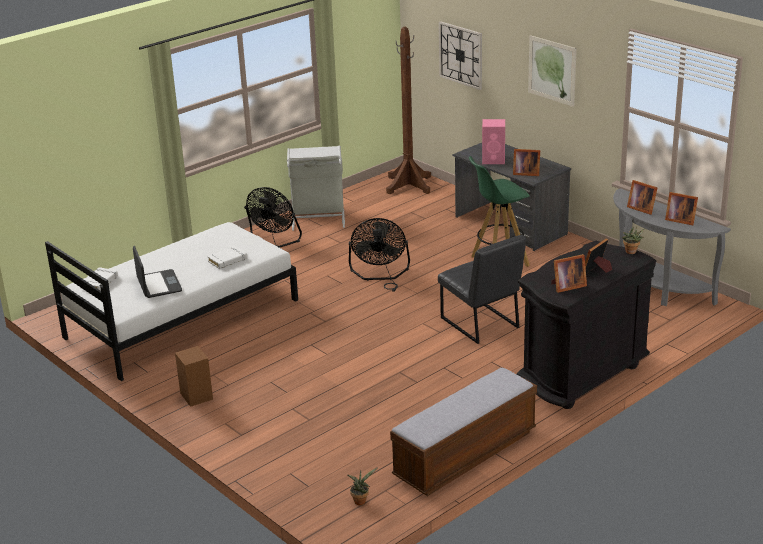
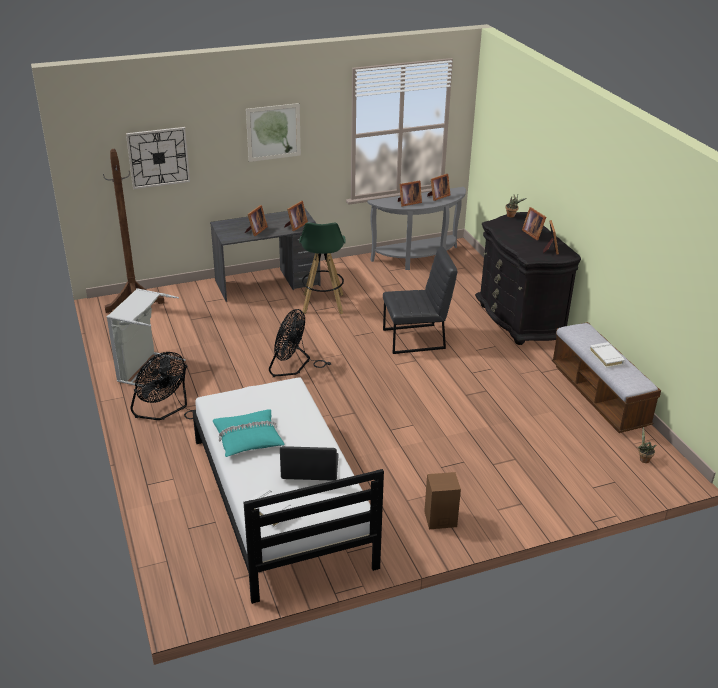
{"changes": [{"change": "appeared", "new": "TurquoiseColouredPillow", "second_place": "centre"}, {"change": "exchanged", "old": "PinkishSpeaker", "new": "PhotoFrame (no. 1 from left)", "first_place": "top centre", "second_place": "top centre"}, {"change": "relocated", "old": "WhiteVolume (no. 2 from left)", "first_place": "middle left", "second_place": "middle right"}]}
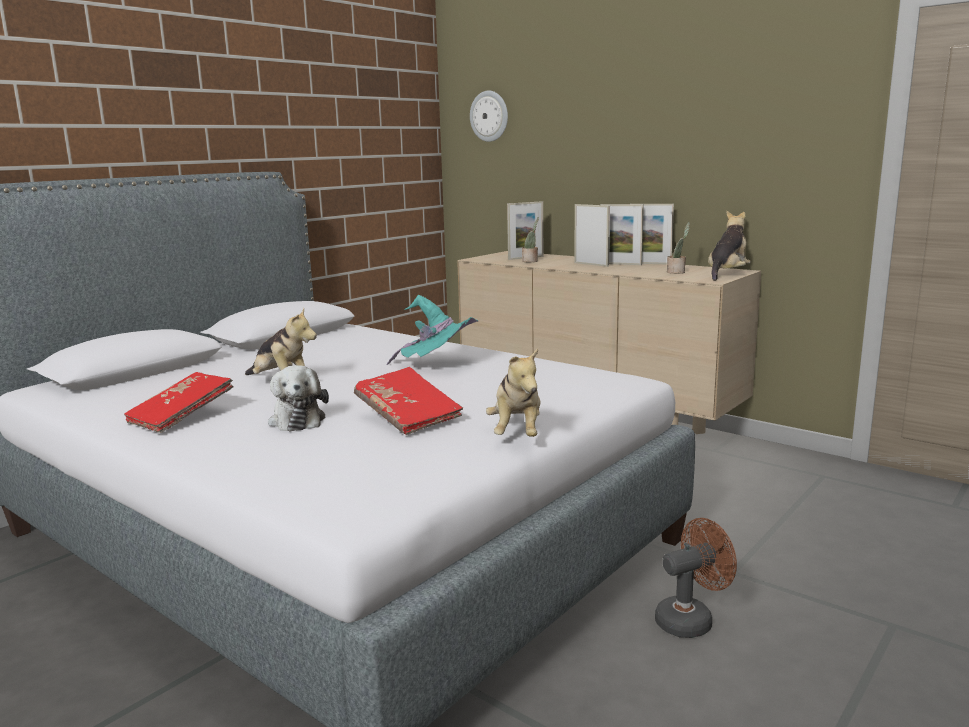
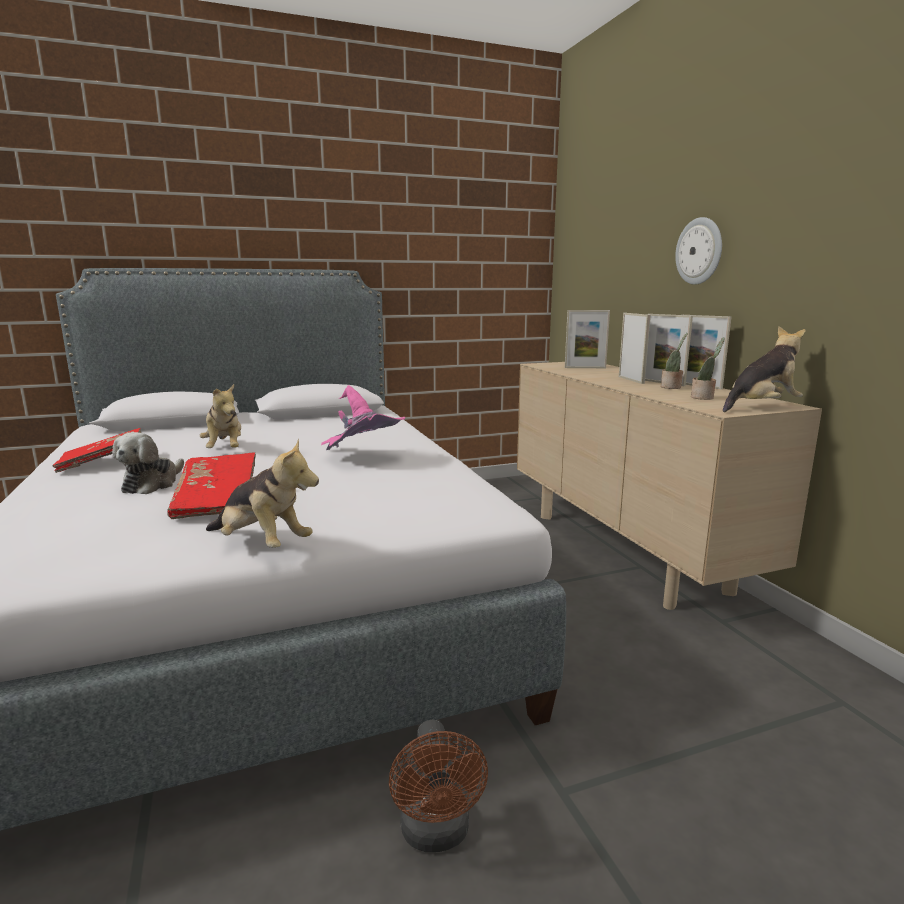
{"changes": [{"change": "spun", "old": "PlushToy (no. 3 from left)", "first_place": "centre", "second_place": "middle left", "degrees": -90}, {"change": "colour", "old": "TurquoiseColouredWearableHat", "new": "PinkishWearableHat", "first_place": "centre", "second_place": "centre"}, {"change": "spun", "old": "BrownishElectricFan", "first_place": "bottom right", "second_place": "bottom centre", "degrees": 75}, {"change": "relocated", "old": "PottedPlant (no. 1 from left)", "first_place": "top centre", "second_place": "middle right"}, {"change": "relocated", "old": "ClockOnTheWall", "first_place": "top centre", "second_place": "top right"}]}
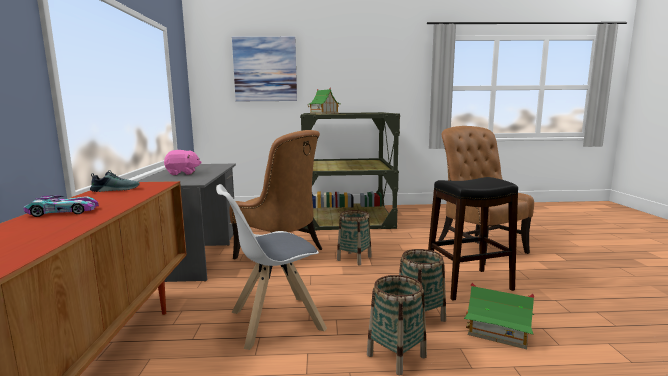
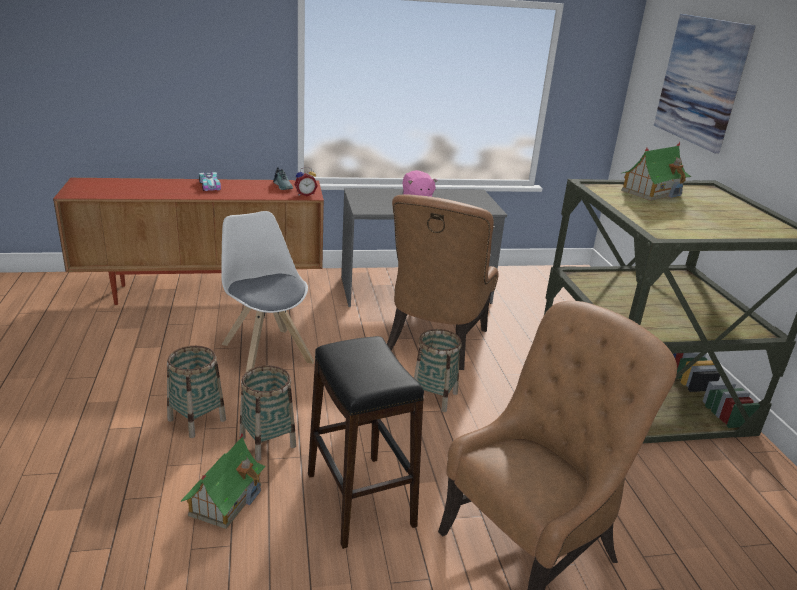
{"changes": [{"change": "appeared", "new": "BedsideClock", "second_place": "top centre"}]}
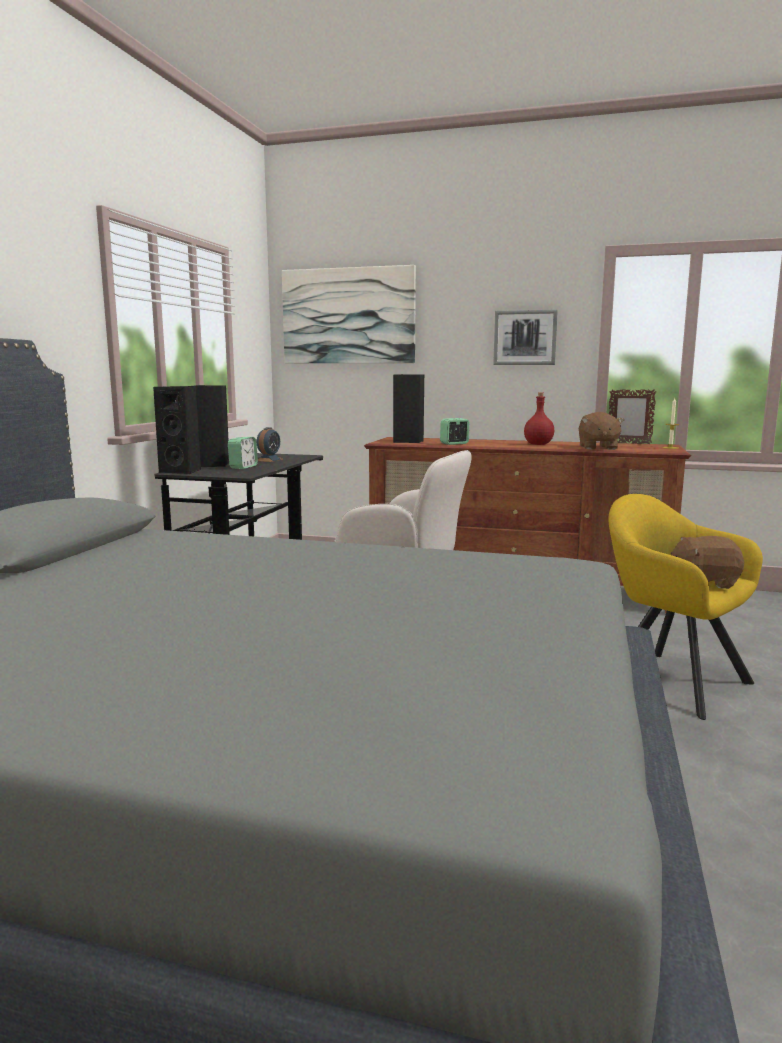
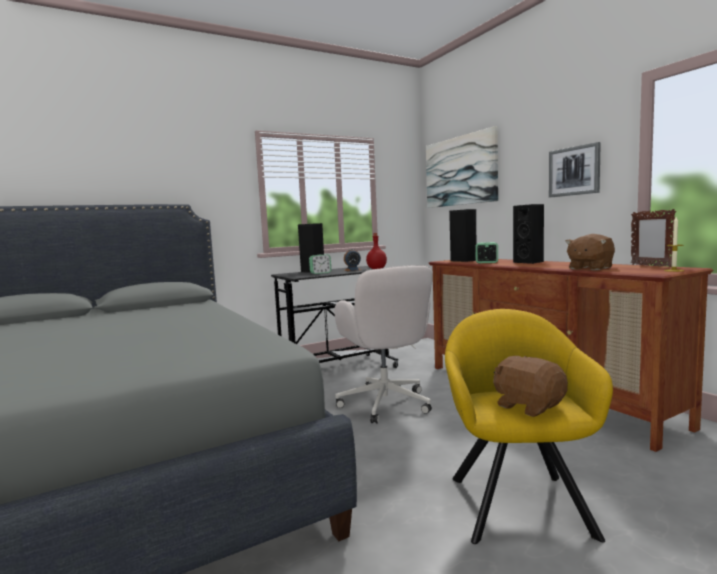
{"changes": [{"change": "relocated", "old": "ReddishBeverageBottle", "first_place": "middle right", "second_place": "centre"}, {"change": "relocated", "old": "BlackColouredSpeaker (no. 1 from left in the first image)", "new": "BlackColouredSpeaker (no. 3 from left)", "first_place": "middle left", "second_place": "middle right"}]}
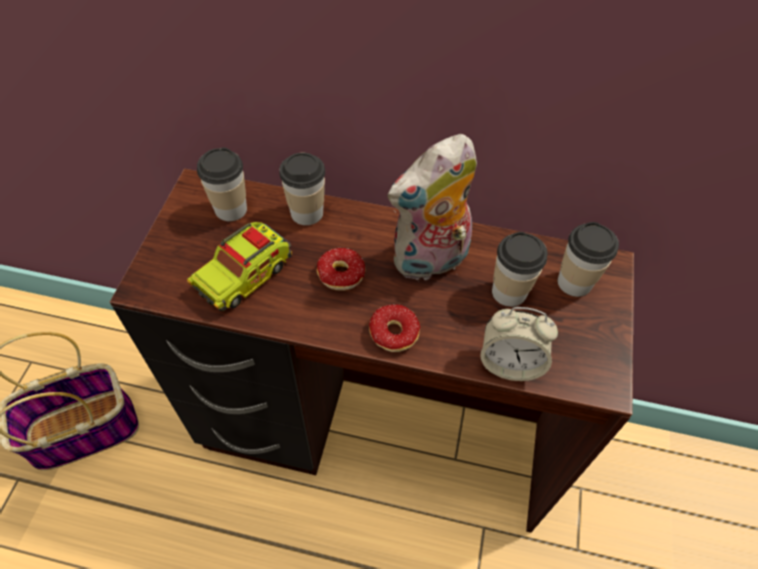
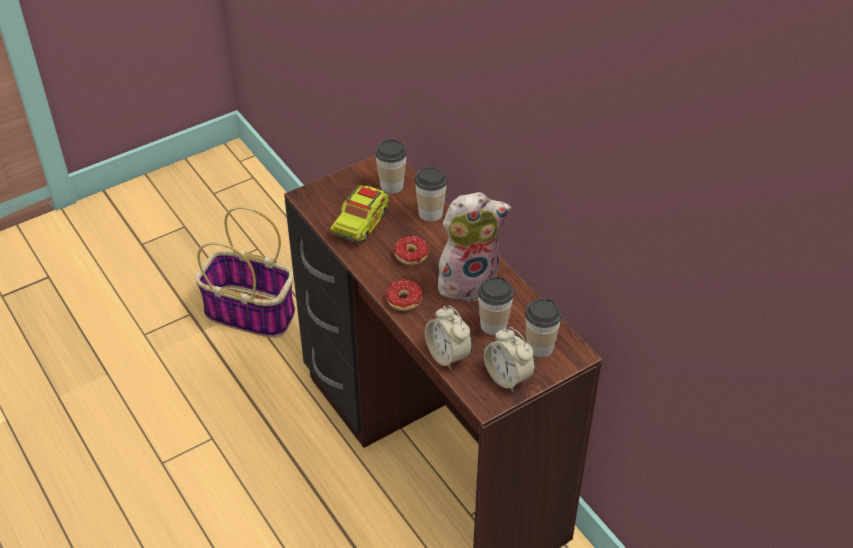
{"changes": [{"change": "spun", "old": "ToyTruck", "first_place": "middle left", "second_place": "centre", "degrees": -60}, {"change": "spun", "old": "PlushToy", "first_place": "centre", "second_place": "centre", "degrees": 150}, {"change": "appeared", "new": "BedsideClock (no. 2 from left)", "second_place": "centre"}]}
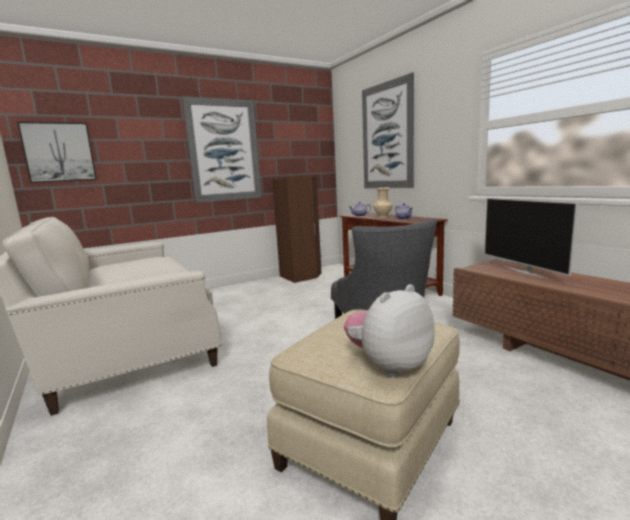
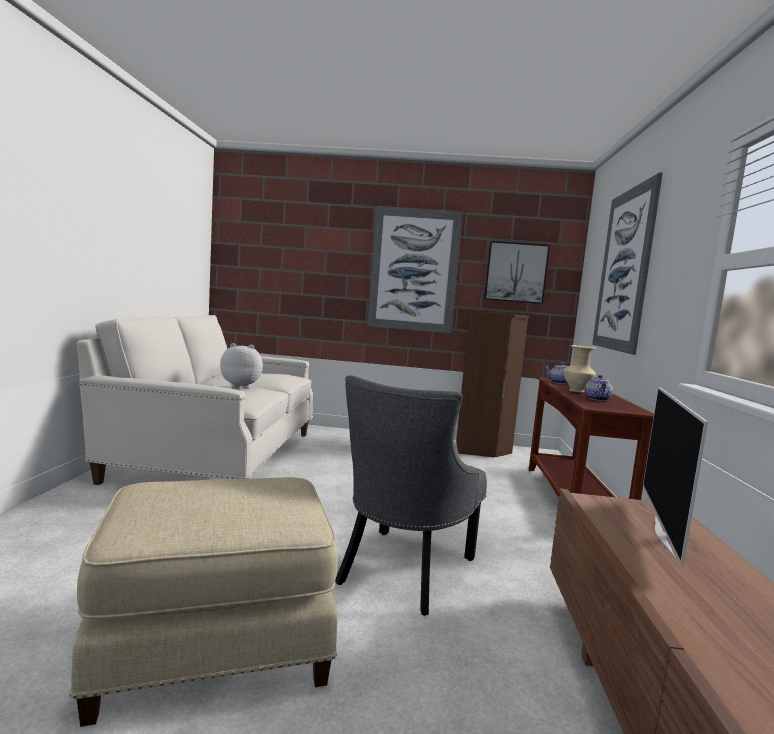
{"changes": [{"change": "relocated", "old": "PlushToy", "first_place": "centre", "second_place": "middle left"}, {"change": "relocated", "old": "Picture (no. 1 from left in the first image)", "new": "Picture (no. 2 from left)", "first_place": "top left", "second_place": "middle right"}]}
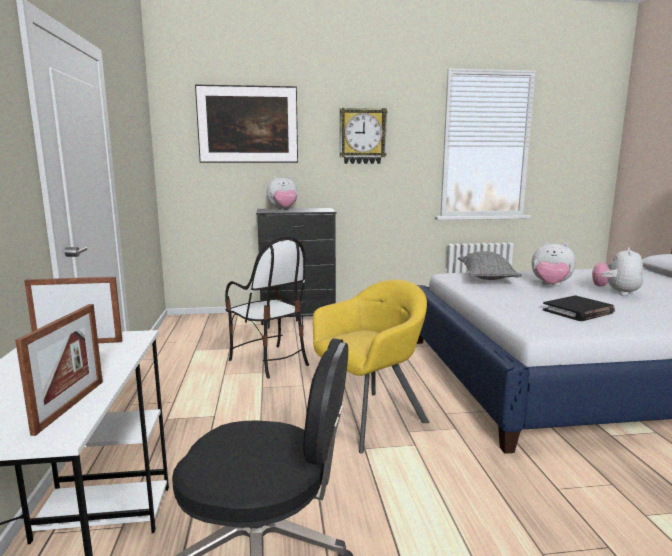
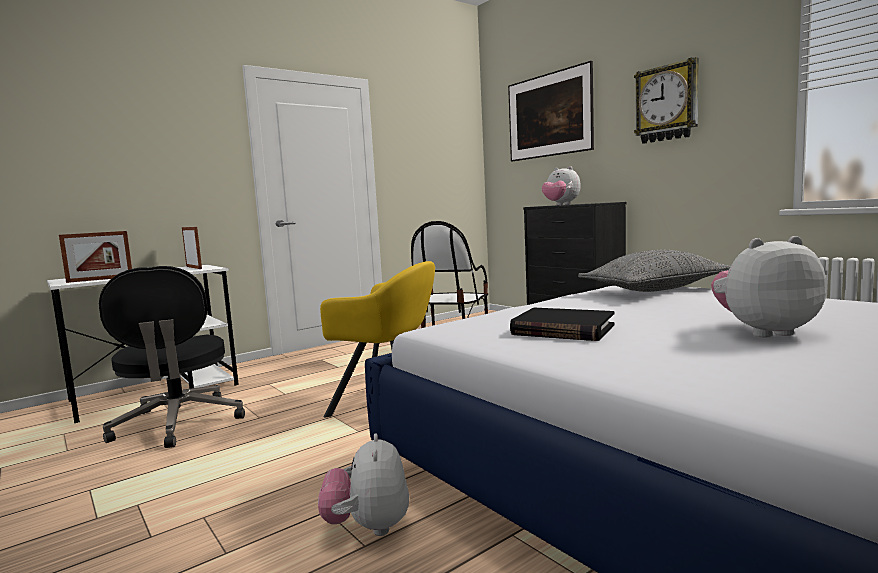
{"changes": [{"change": "relocated", "old": "PlushToy (no. 2 from left in the first image)", "new": "PlushToy (no. 1 from left)", "first_place": "middle right", "second_place": "bottom centre"}]}
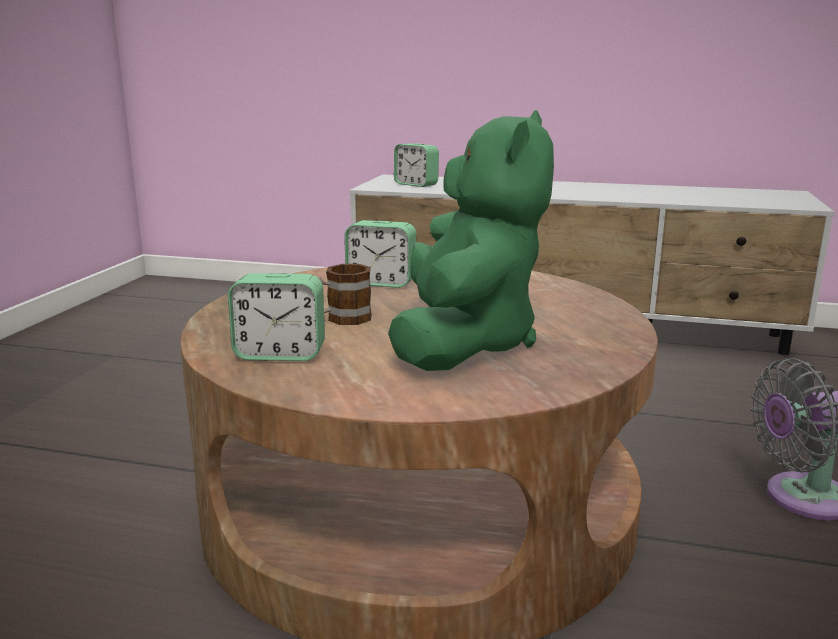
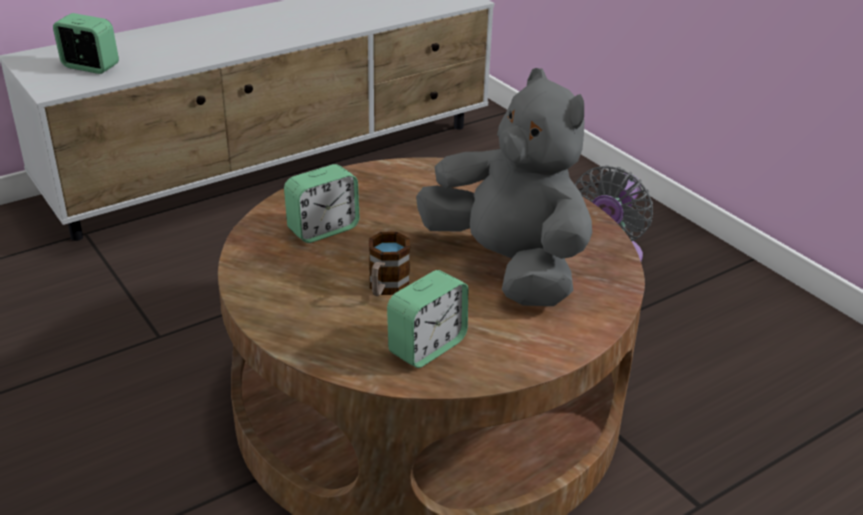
{"changes": [{"change": "spun", "old": "BedsideClock (no. 3 from left in the first image)", "first_place": "top centre", "second_place": "top left", "degrees": -150}, {"change": "colour", "old": "GreenPlushToy", "new": "GreyPlushToy", "first_place": "centre", "second_place": "centre"}]}
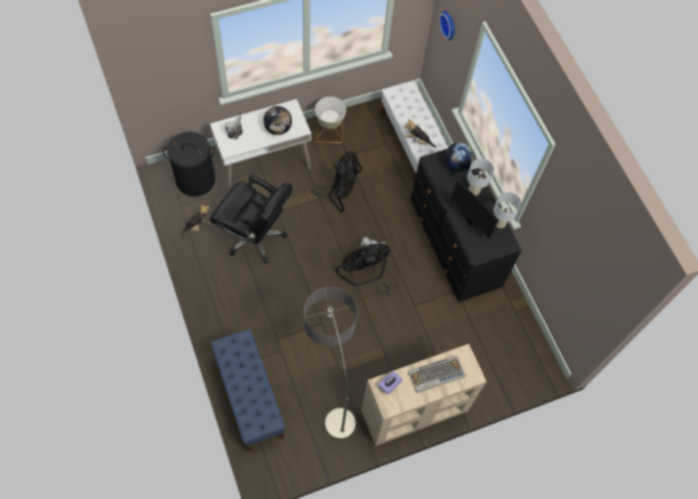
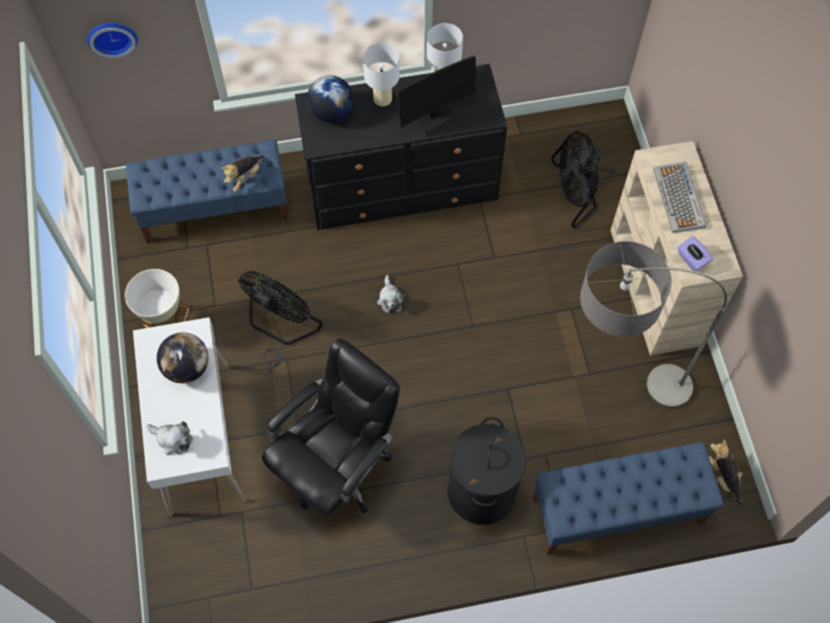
{"changes": [{"change": "colour", "old": "WhiteLongSeat", "new": "BluishLongSeat (no. 1 from left)", "first_place": "top centre", "second_place": "top left"}, {"change": "relocated", "old": "BlackColouredLaundryBasket", "first_place": "top left", "second_place": "bottom centre"}, {"change": "relocated", "old": "BlackColouredElectricFan (no. 2 from left)", "first_place": "centre", "second_place": "top right"}, {"change": "relocated", "old": "PlushToy (no. 1 from left in the first image)", "new": "PlushToy (no. 4 from left)", "first_place": "middle left", "second_place": "bottom right"}]}
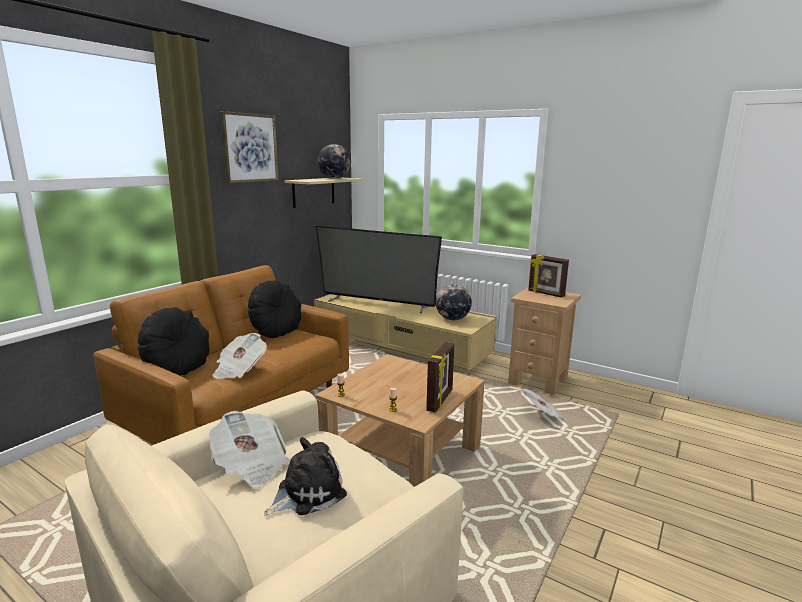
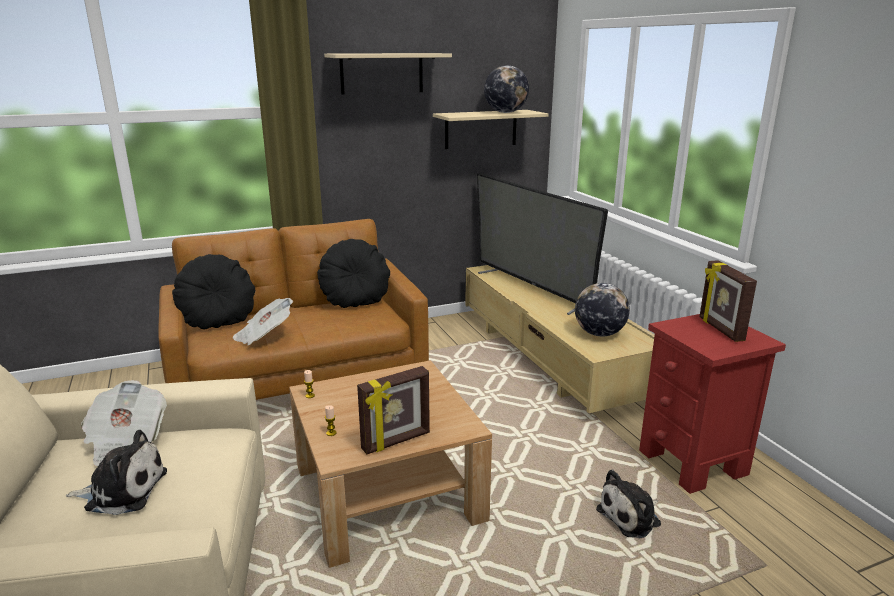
{"changes": [{"change": "exchanged", "old": "Picture", "new": "BeigeColouredBracketShelf (no. 1 from left)", "first_place": "top left", "second_place": "top centre"}, {"change": "exchanged", "old": "Newspaper (no. 3 from left)", "new": "PlushToy (no. 2 from left)", "first_place": "bottom right", "second_place": "bottom right"}, {"change": "colour", "old": "BeigeColouredNightTable", "new": "ReddishNightTable", "first_place": "middle right", "second_place": "bottom right"}]}
